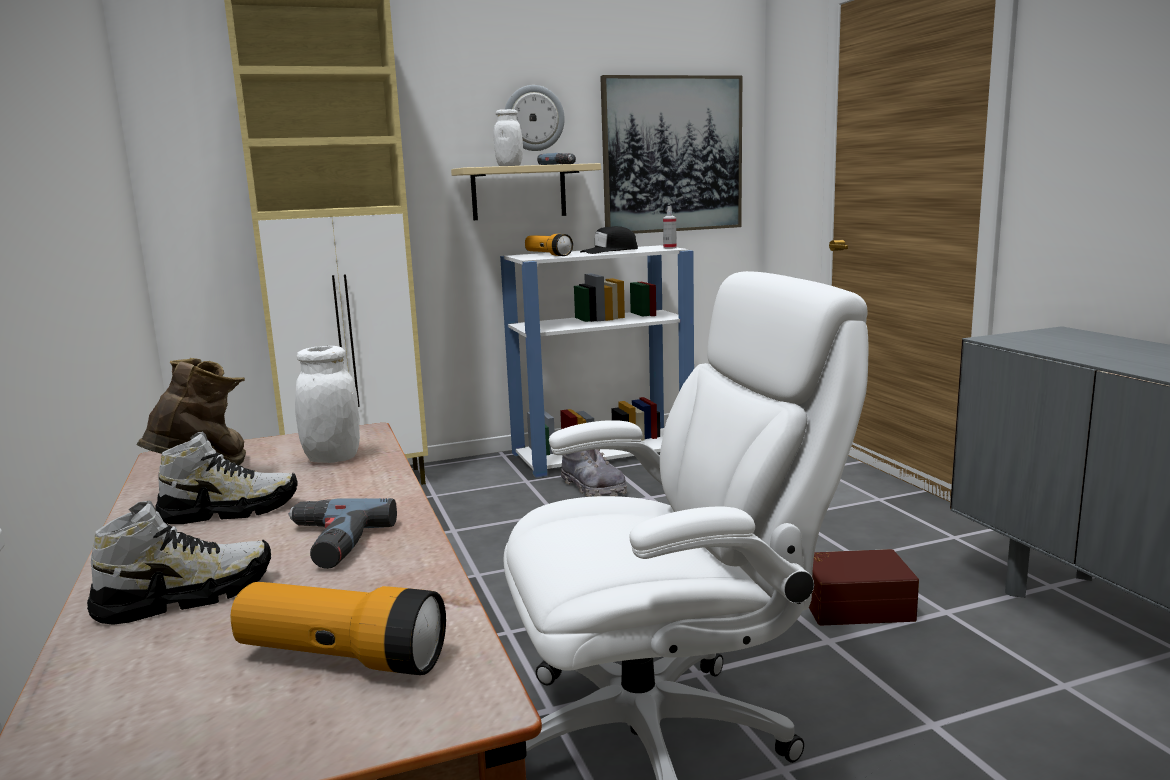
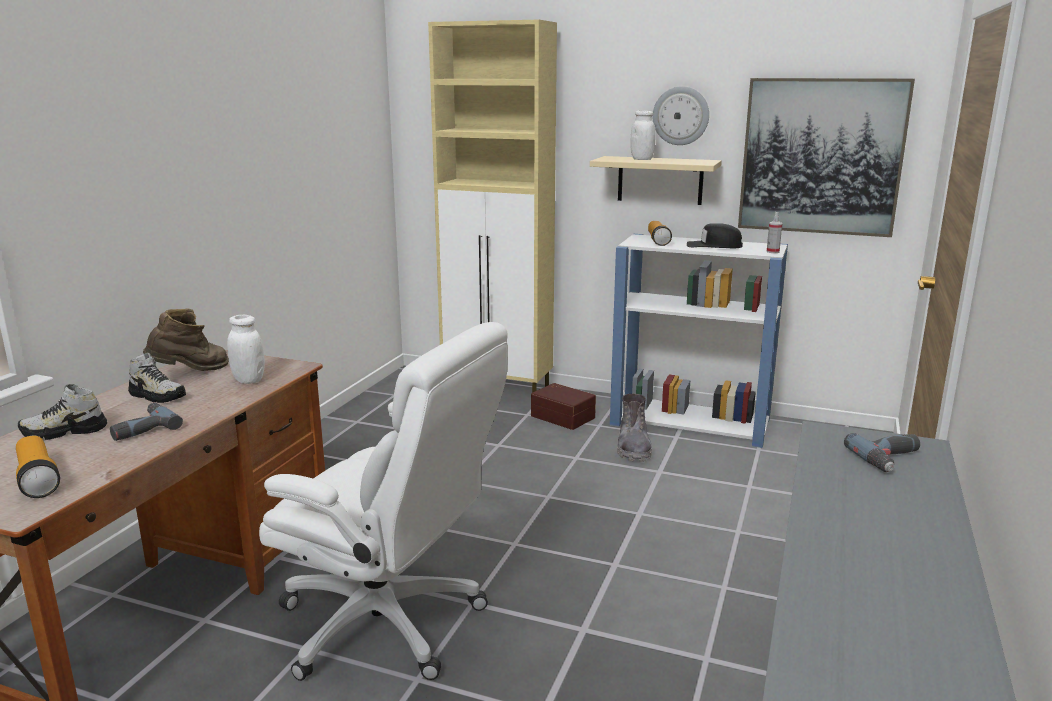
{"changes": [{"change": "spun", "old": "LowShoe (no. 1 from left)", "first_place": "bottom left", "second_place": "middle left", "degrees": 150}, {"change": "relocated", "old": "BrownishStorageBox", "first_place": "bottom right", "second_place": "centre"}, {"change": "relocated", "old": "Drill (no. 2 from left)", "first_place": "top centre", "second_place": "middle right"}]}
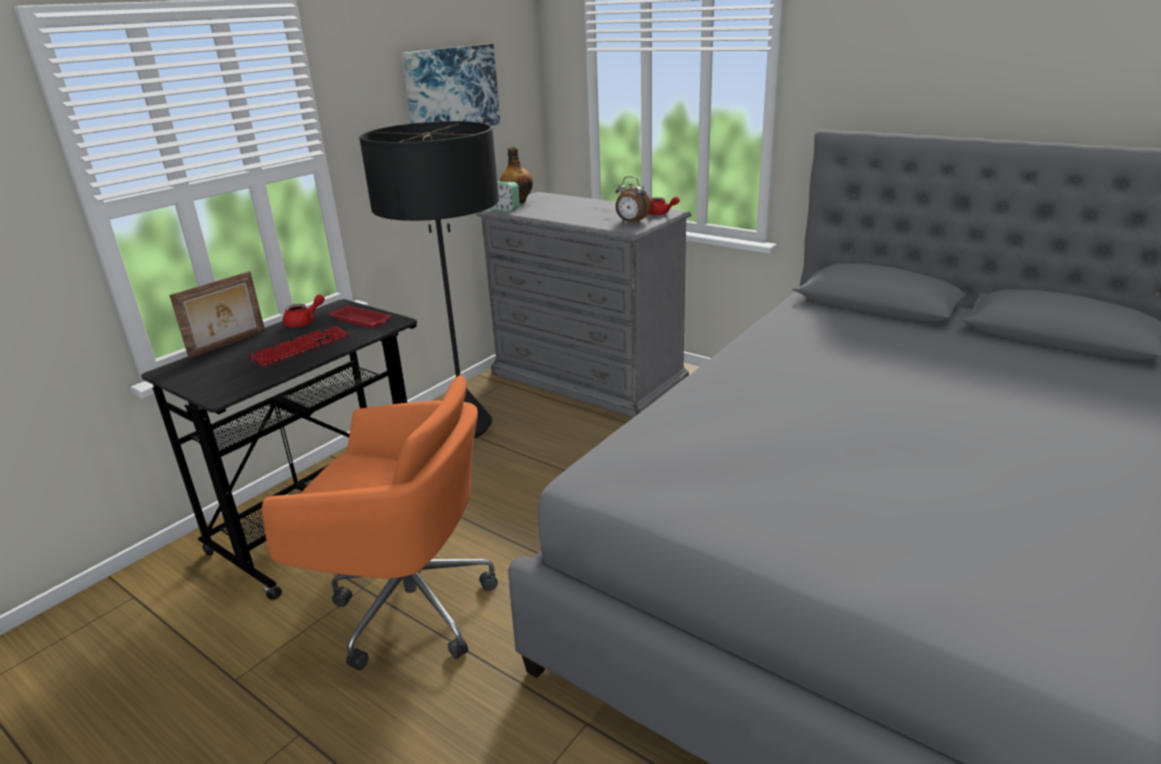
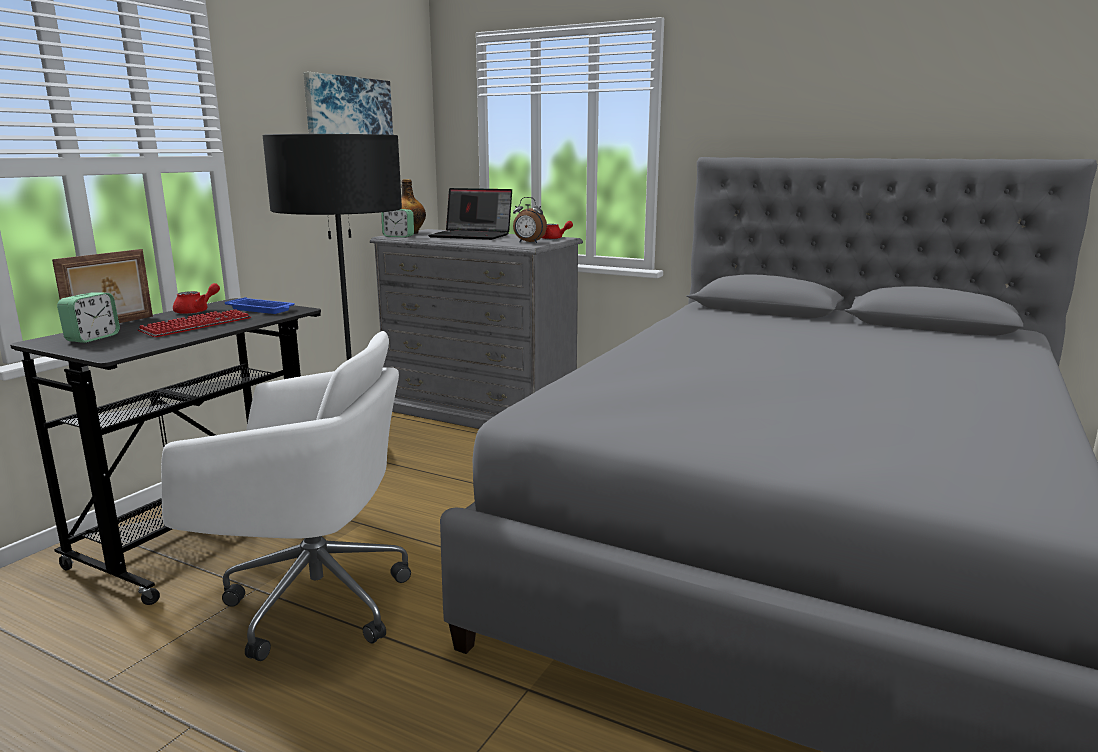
{"changes": [{"change": "appeared", "new": "BedsideClock (no. 1 from left)", "second_place": "middle left"}, {"change": "colour", "old": "OrangeyDeskChair", "new": "WhiteDeskChair", "first_place": "bottom left", "second_place": "middle left"}, {"change": "colour", "old": "ReddishServingTray", "new": "BluishServingTray", "first_place": "middle left", "second_place": "middle left"}, {"change": "appeared", "new": "PortableComputer", "second_place": "top centre"}]}
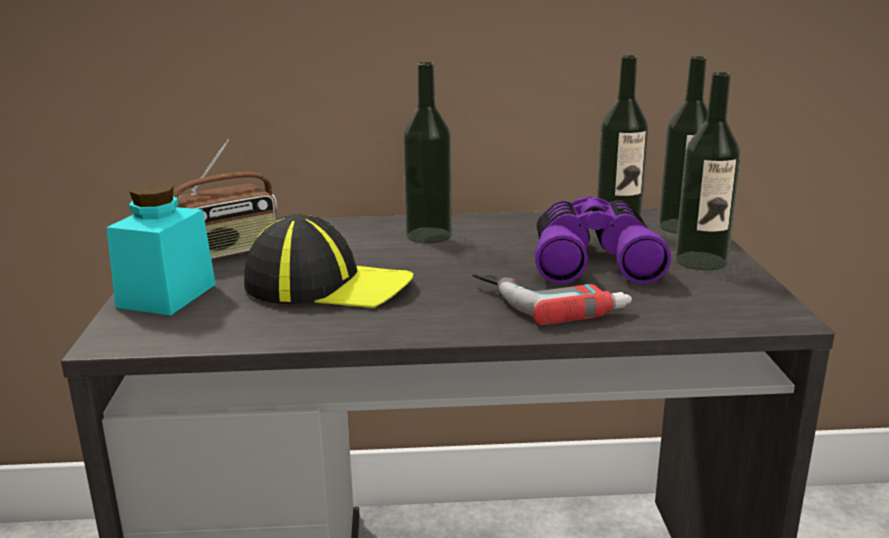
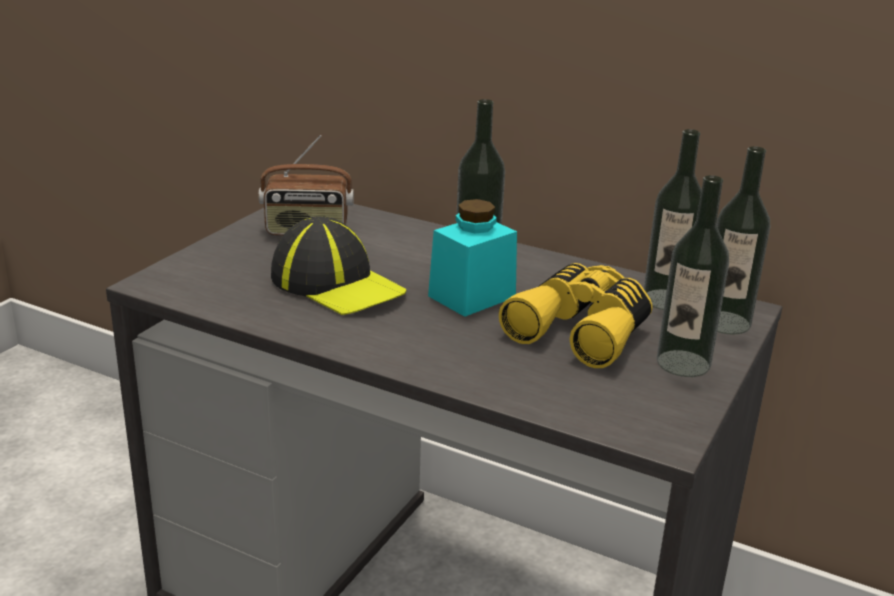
{"changes": [{"change": "relocated", "old": "TurquoiseColouredJar", "first_place": "middle left", "second_place": "centre"}, {"change": "colour", "old": "PurpleColouredFieldGlasses", "new": "YellowFieldGlasses", "first_place": "middle right", "second_place": "centre"}, {"change": "missing", "old": "Drill", "first_place": "centre"}]}
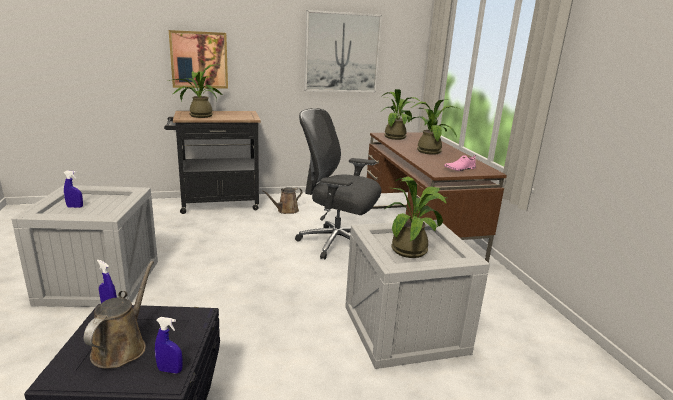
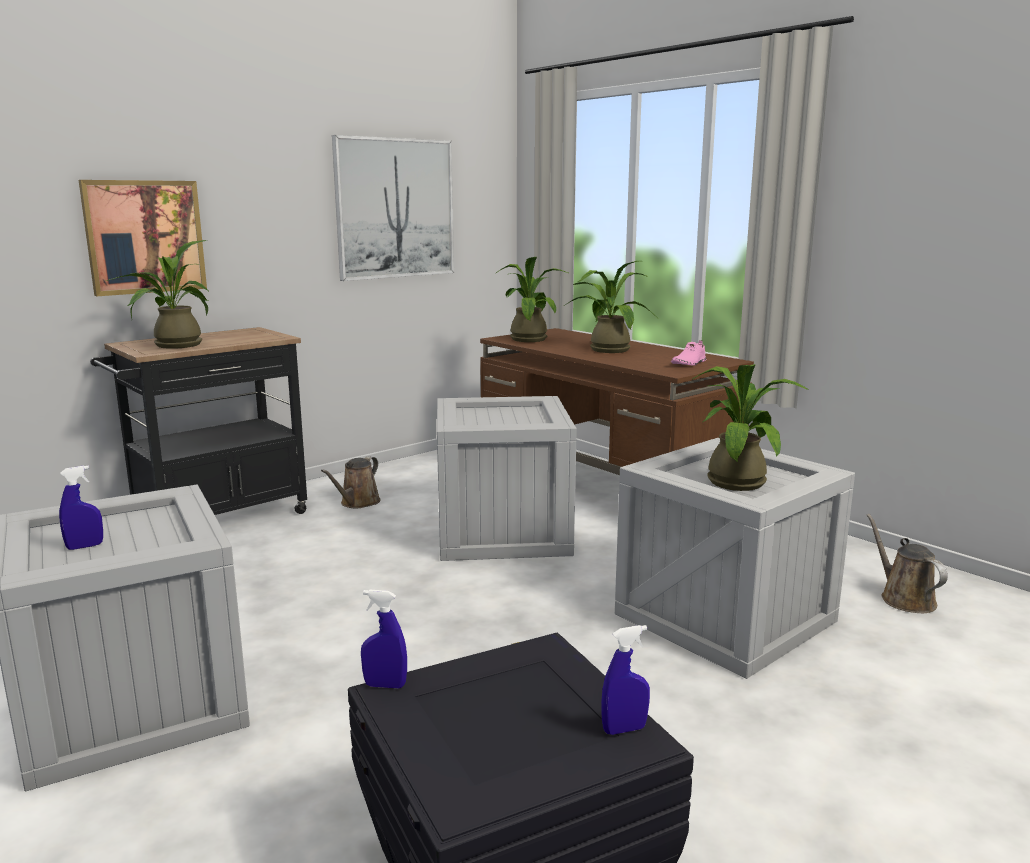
{"changes": [{"change": "exchanged", "old": "DeskChair", "new": "ShippingCrate (no. 2 from left)", "first_place": "centre", "second_place": "centre"}, {"change": "relocated", "old": "BrownishSprinklingCan (no. 1 from left in the first image)", "new": "BrownishSprinklingCan (no. 2 from left)", "first_place": "bottom left", "second_place": "middle right"}]}
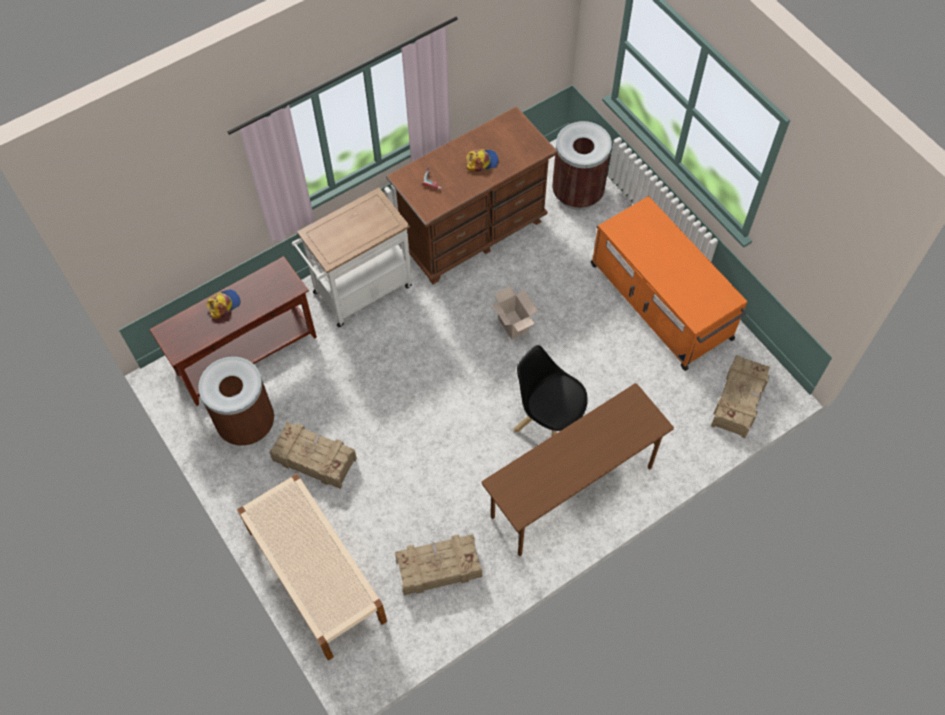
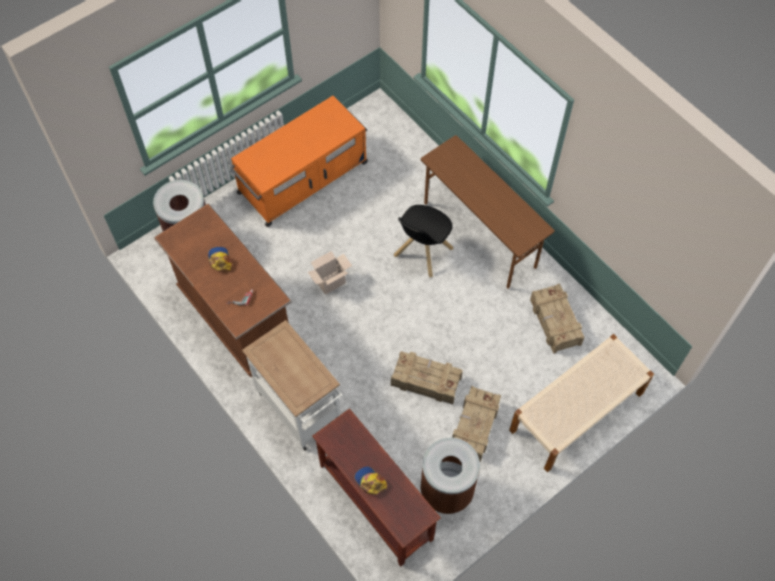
{"changes": [{"change": "relocated", "old": "ShippingCrate (no. 3 from left in the first image)", "new": "ShippingCrate (no. 1 from left)", "first_place": "middle right", "second_place": "centre"}]}
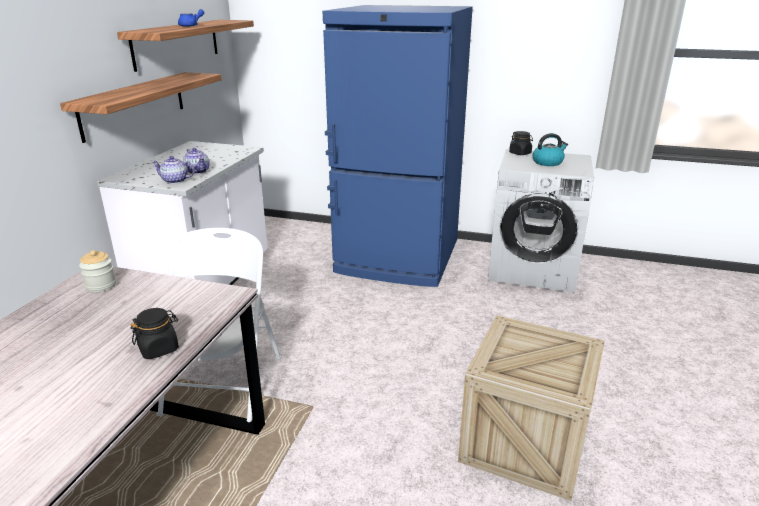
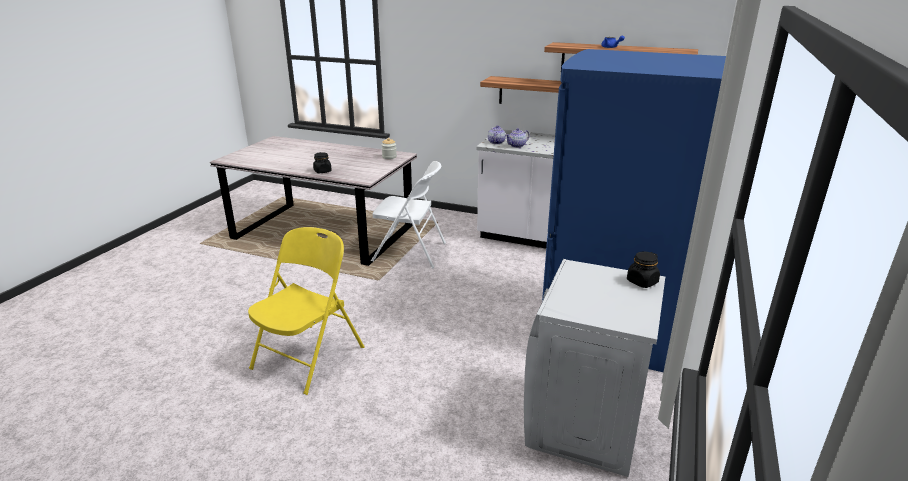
{"changes": [{"change": "exchanged", "old": "ShippingCrate", "new": "YellowUprightChair", "first_place": "bottom right", "second_place": "centre"}, {"change": "missing", "old": "TeaKettle", "first_place": "top right"}]}
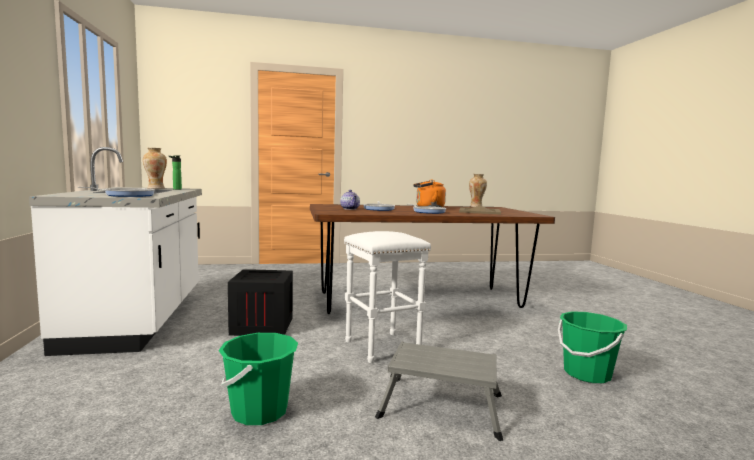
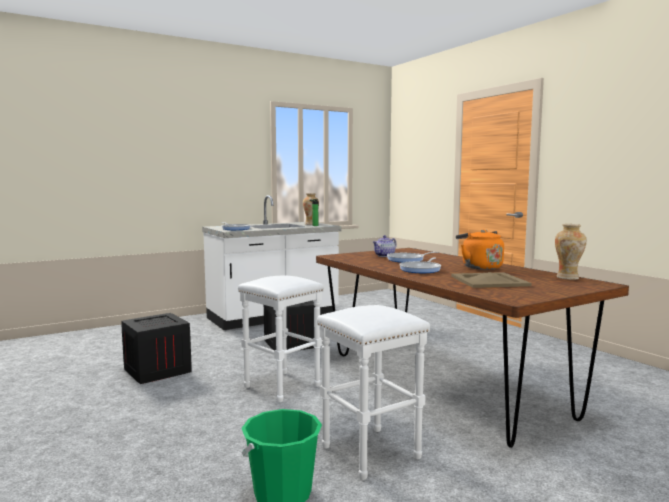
{"changes": [{"change": "exchanged", "old": "GreenPail (no. 1 from left)", "new": "ShippingCrate (no. 1 from left)", "first_place": "bottom centre", "second_place": "bottom left"}, {"change": "appeared", "new": "WhiteStool (no. 2 from left)", "second_place": "bottom centre"}, {"change": "missing", "old": "GreyStepStool", "first_place": "bottom centre"}]}
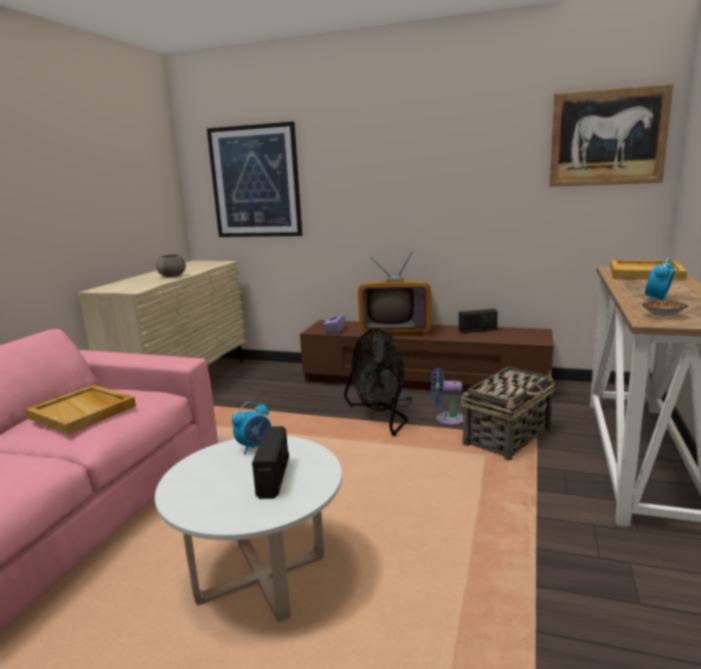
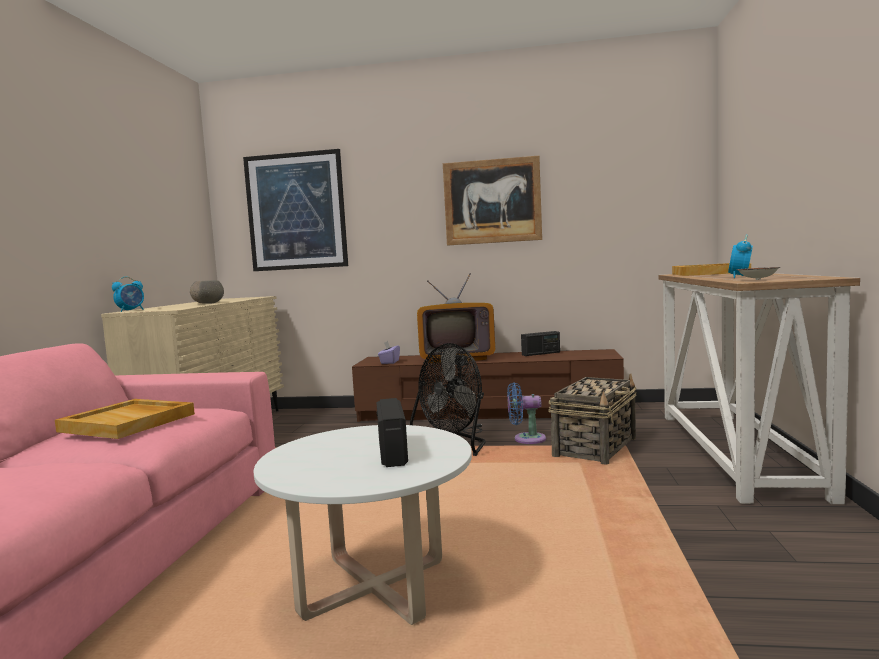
{"changes": [{"change": "relocated", "old": "BedsideClock (no. 1 from left)", "first_place": "centre", "second_place": "middle left"}, {"change": "relocated", "old": "Picture (no. 2 from left)", "first_place": "top right", "second_place": "top centre"}]}
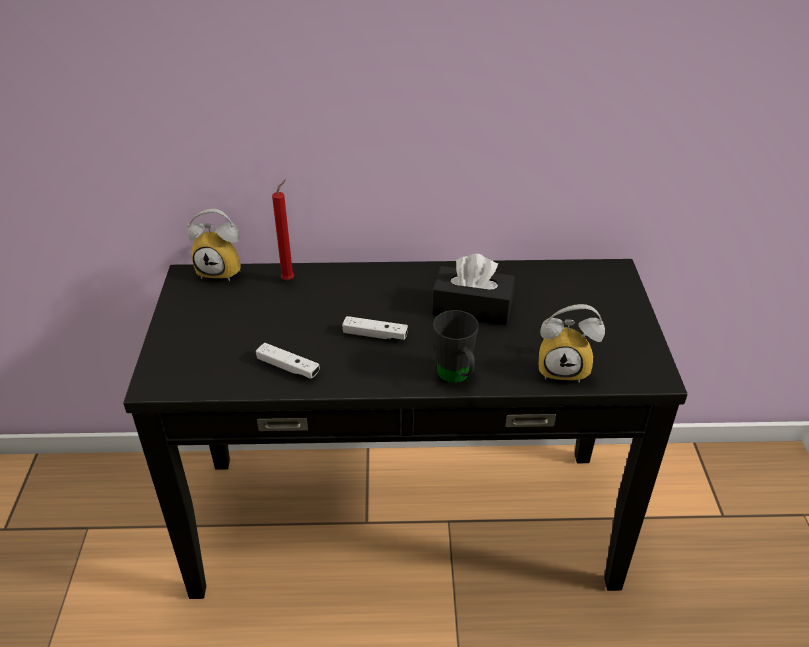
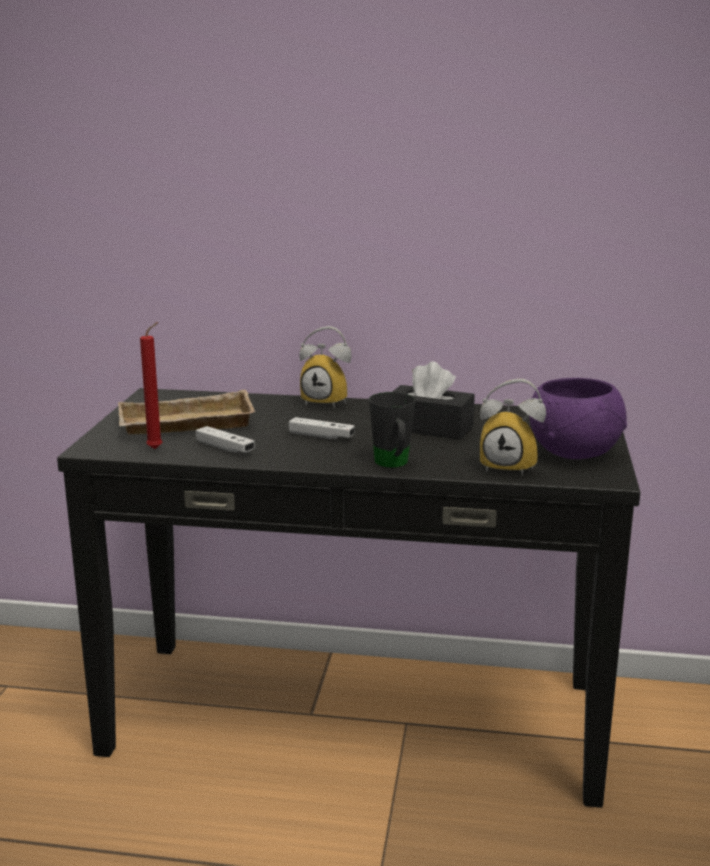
{"changes": [{"change": "appeared", "new": "BeigeColouredServingTray", "second_place": "middle left"}, {"change": "relocated", "old": "ReddishWaxLight", "first_place": "centre", "second_place": "middle left"}, {"change": "relocated", "old": "BedsideClock (no. 1 from left)", "first_place": "middle left", "second_place": "centre"}, {"change": "appeared", "new": "PurpleColouredServingBowl", "second_place": "middle right"}]}
